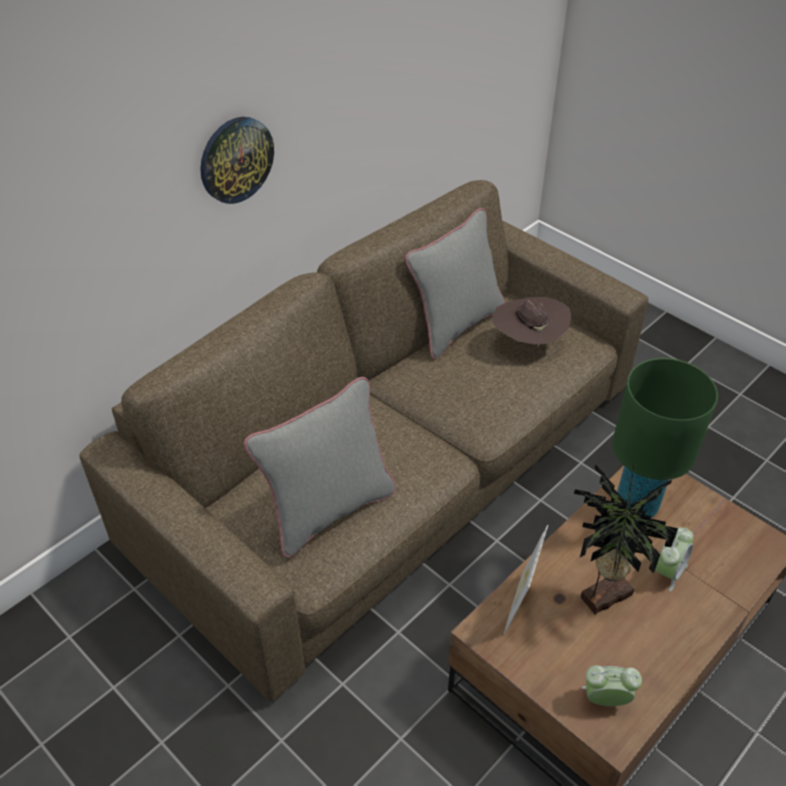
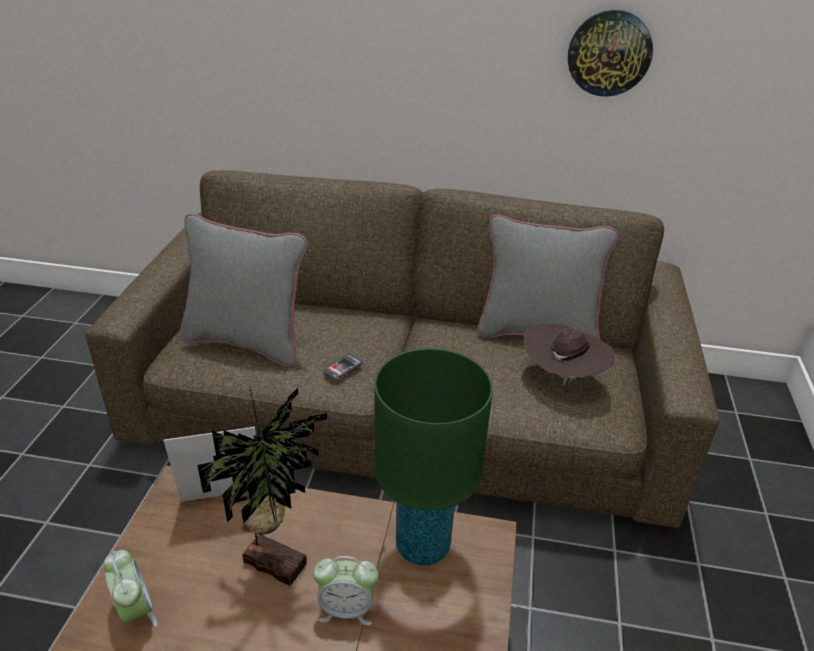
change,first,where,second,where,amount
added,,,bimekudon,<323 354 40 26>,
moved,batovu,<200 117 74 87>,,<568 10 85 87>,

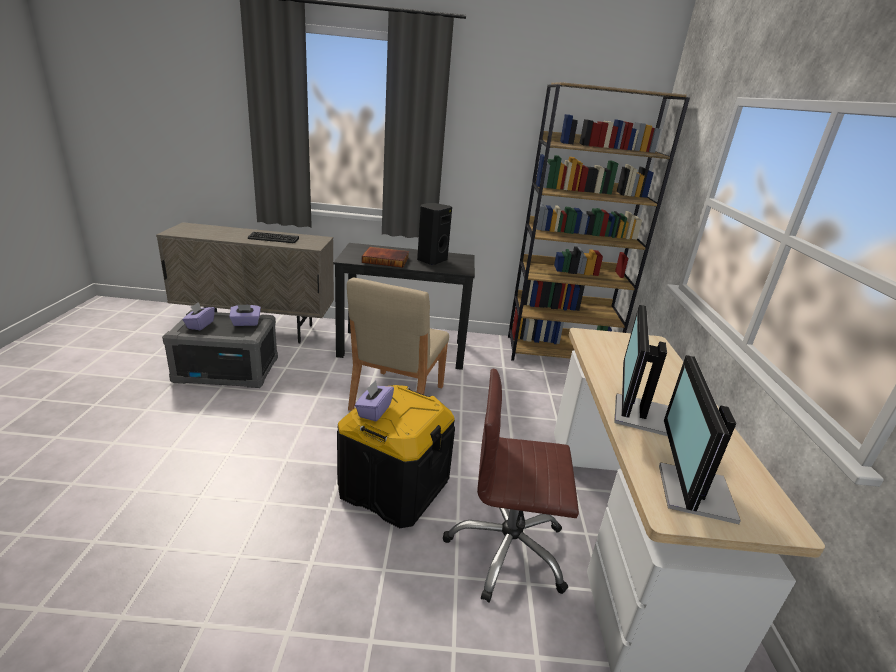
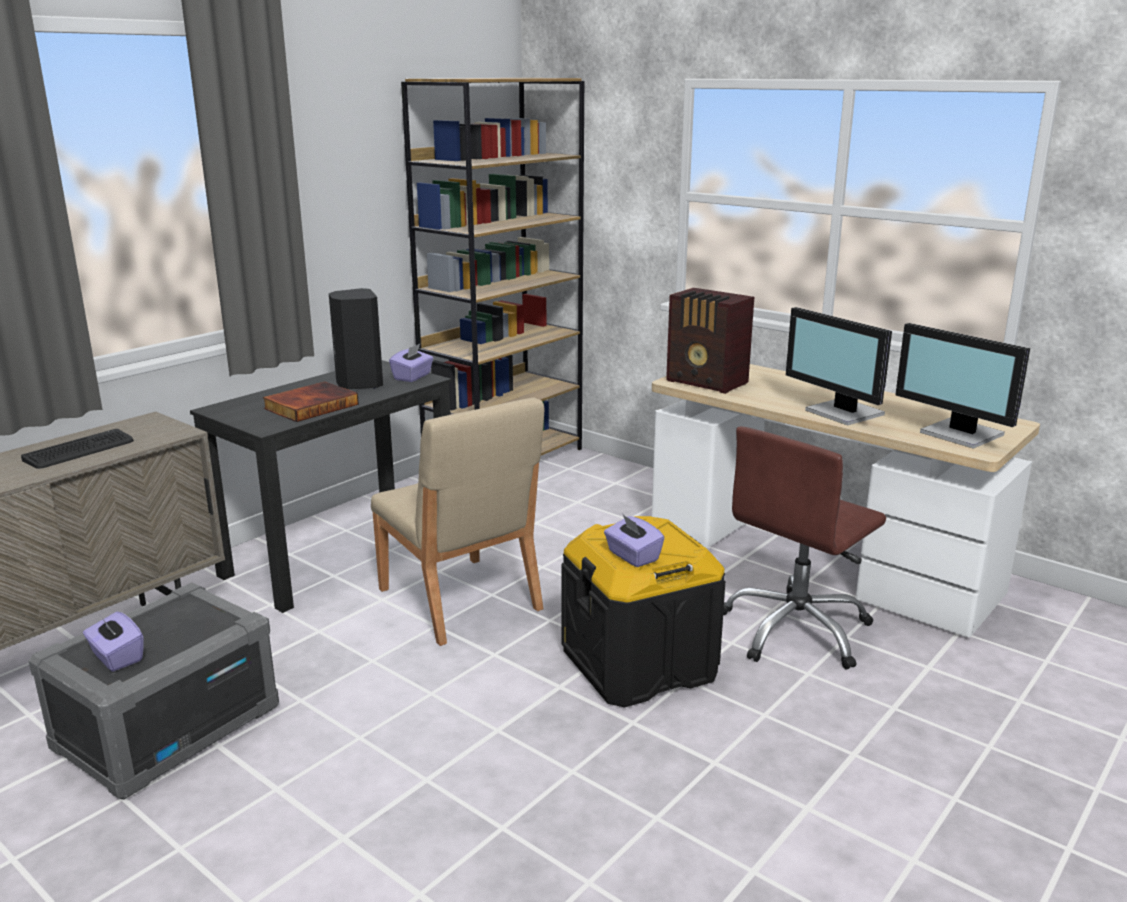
change,first,where,second,where,amount
added,,,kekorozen,<666 288 88 106>,
moved,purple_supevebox,<229 304 32 22>,,<389 344 45 38>,

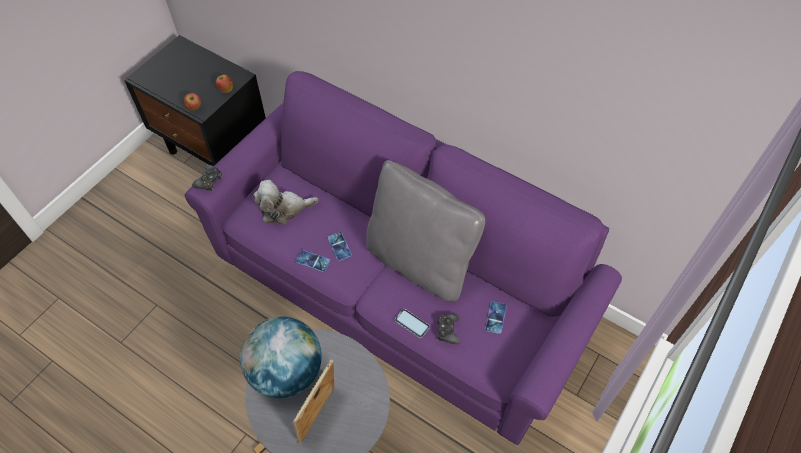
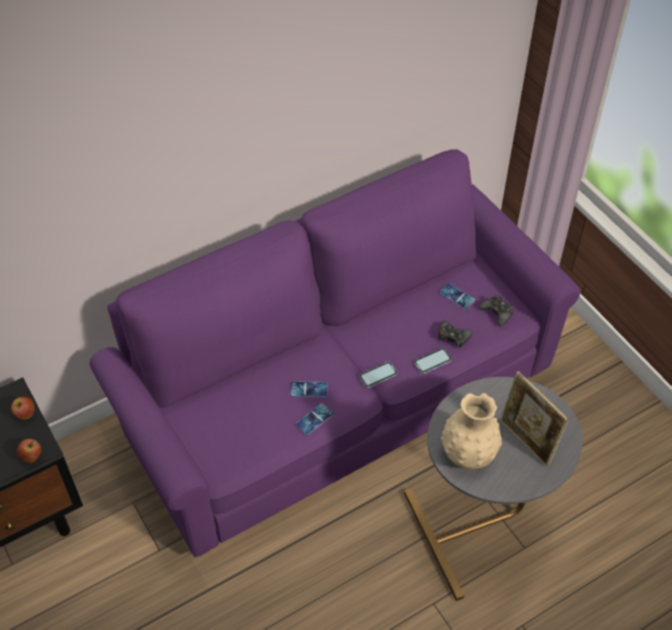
change,first,where,second,where,amount
removed,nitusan,<253 180 65 45>,,,
removed,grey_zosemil,<366 160 119 142>,,,
added,,,bimekudon,<359 362 38 26>,
moved,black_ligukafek,<192 165 31 26>,,<479 295 35 32>,
replaced,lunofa,<240 317 82 81>,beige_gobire,<441 393 61 76>,

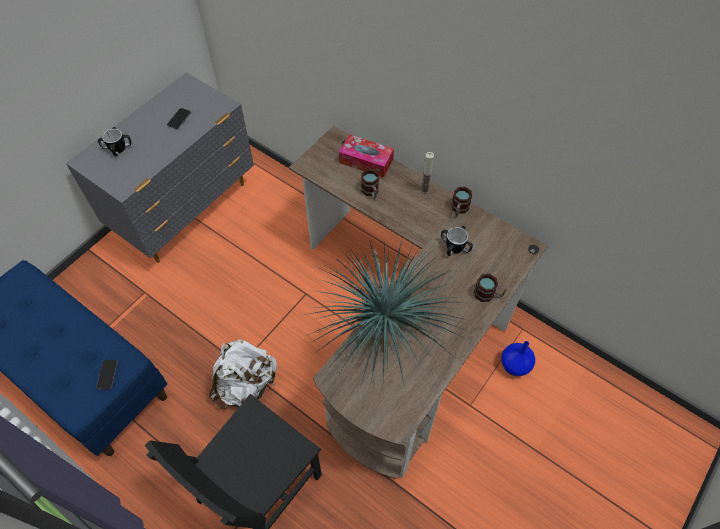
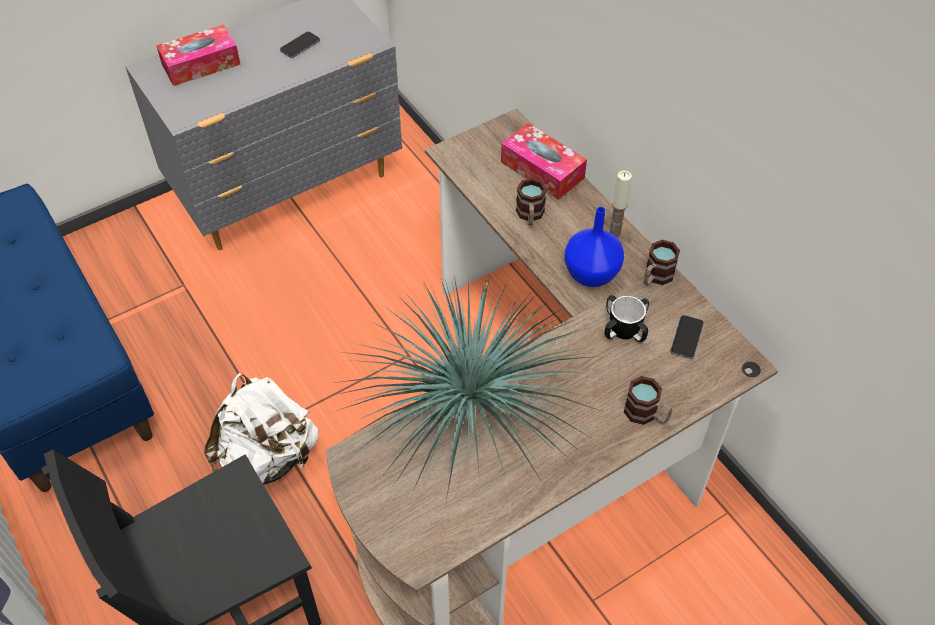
change,first,where,second,where,amount
moved,bimekudon,<97 360 21 30>,,<670 315 34 44>,
moved,blue_gobire,<501 341 34 35>,,<564 207 60 80>,
replaced,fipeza,<98 127 33 29>,supevebox,<156 24 85 62>,

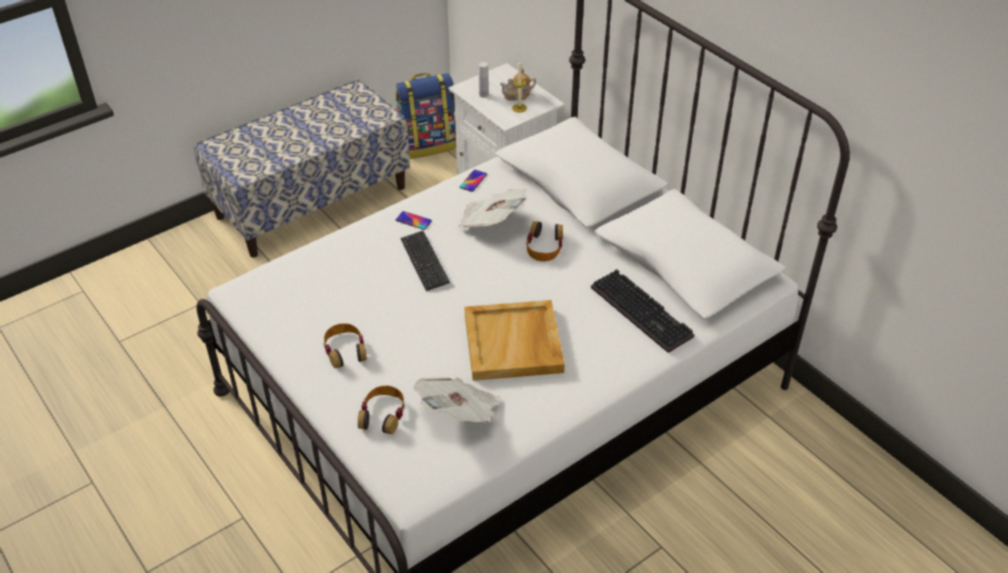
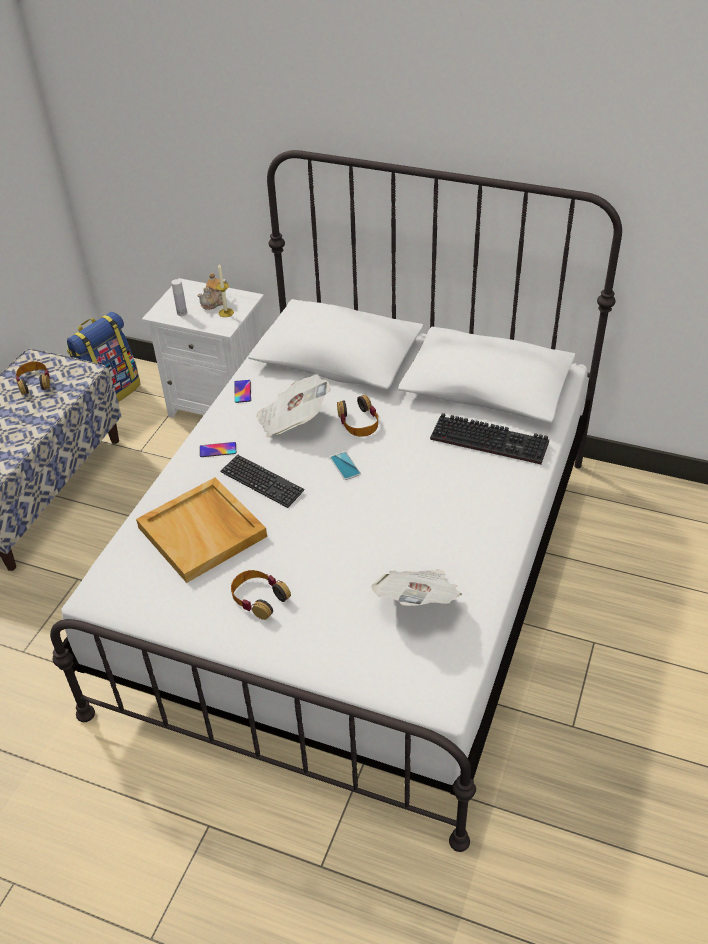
change,first,where,second,where,amount
added,,,bimekudon,<330 452 31 28>,
moved,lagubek,<358 386 47 48>,,<16 362 34 33>,
moved,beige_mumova,<464 300 101 81>,,<136 477 131 106>,

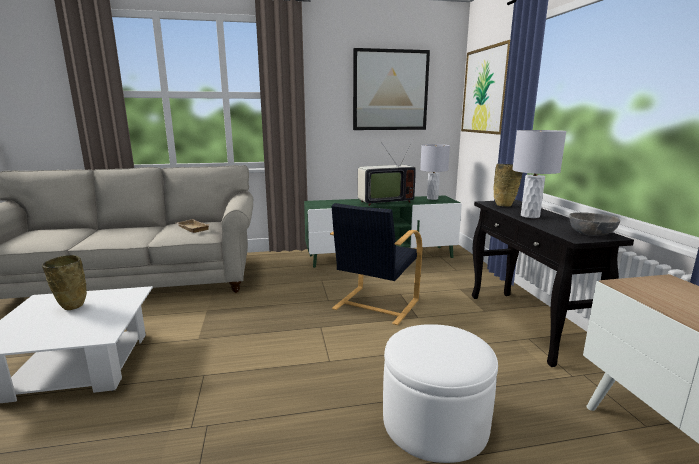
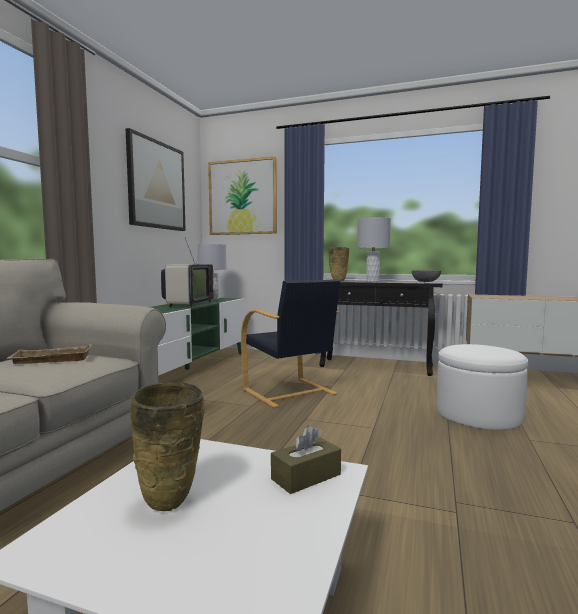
change,first,where,second,where,amount
added,,,brown_supevebox,<271 425 70 69>,

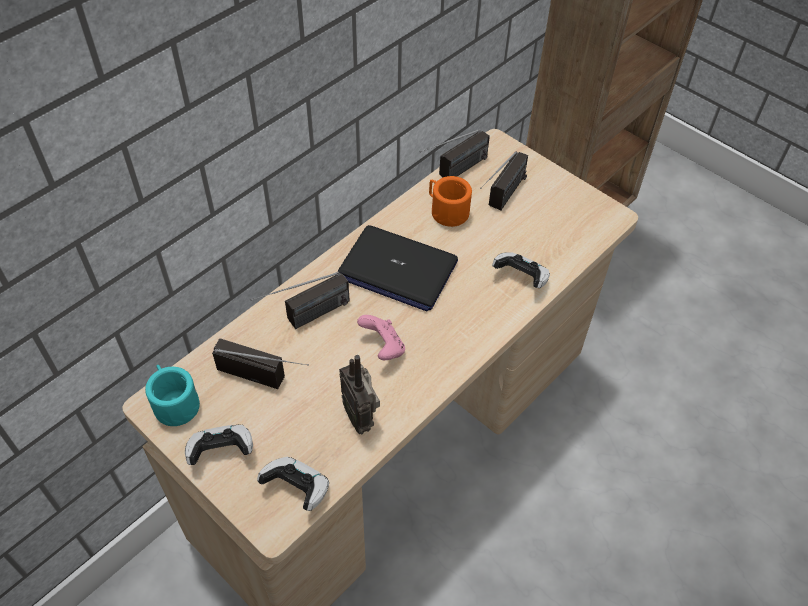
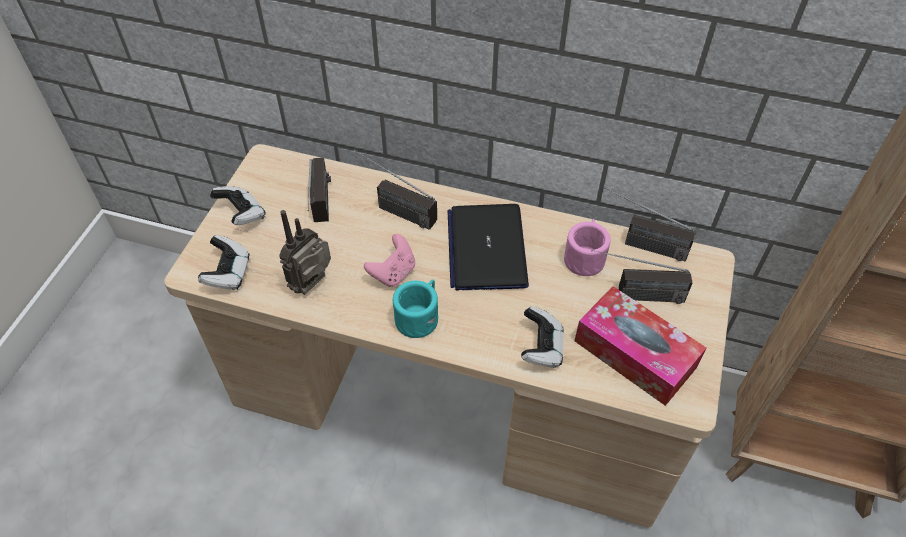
change,first,where,second,where,amount
added,,,supevebox,<575 286 131 120>,
moved,turquoise_fipeza,<145 365 55 61>,,<393 280 45 58>,
recoloured,orange_fipeza,<429 176 43 51>,pink_fipeza,<564 219 47 57>,

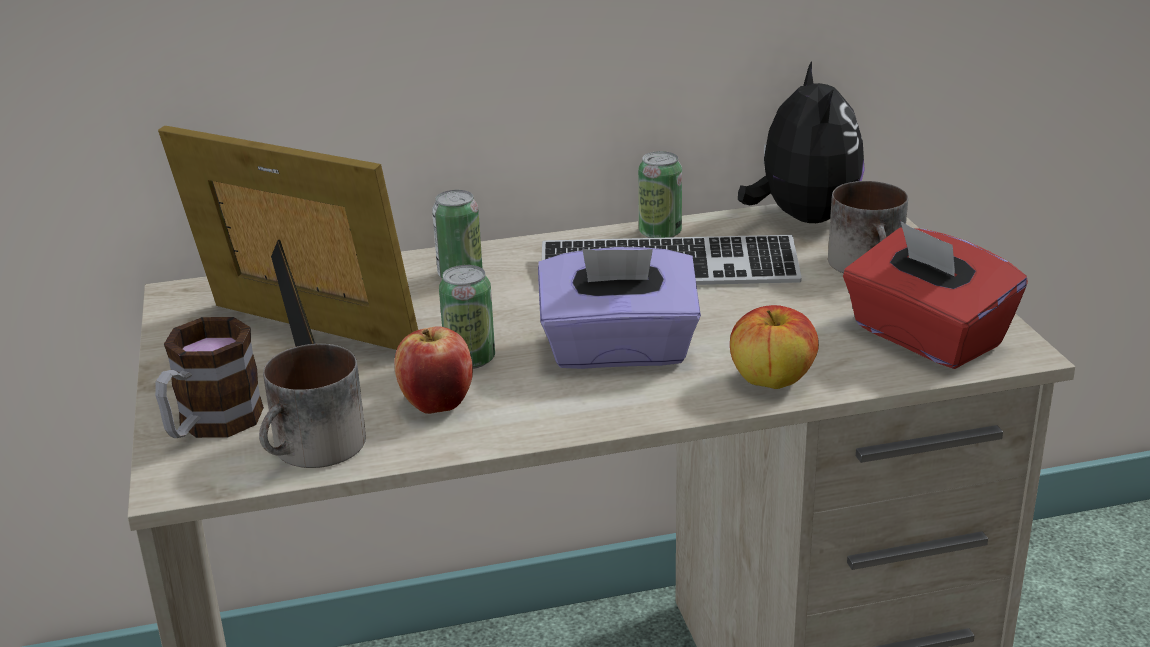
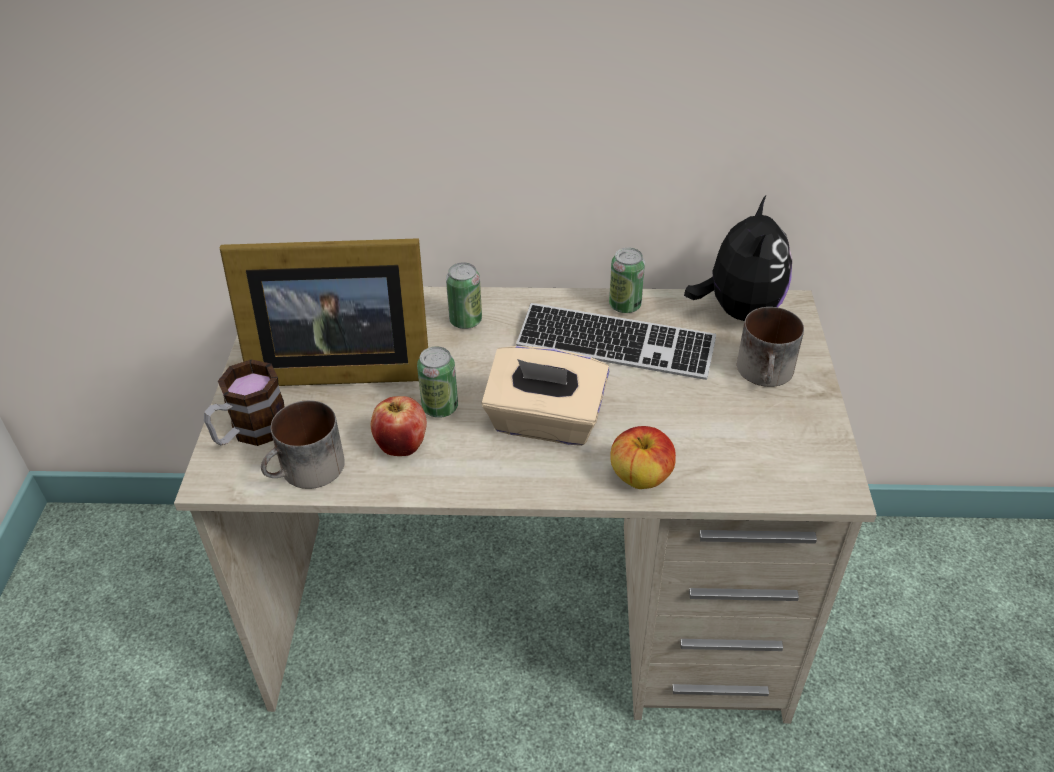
change,first,where,second,where,amount
removed,red_supevebox,<843 221 185 148>,,,
recoloured,purple_supevebox,<538 247 163 122>,beige_supevebox,<481 346 129 100>,
turned,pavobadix,<158 126 260 224>,,<220 238 208 148>,135 degrees clockwise

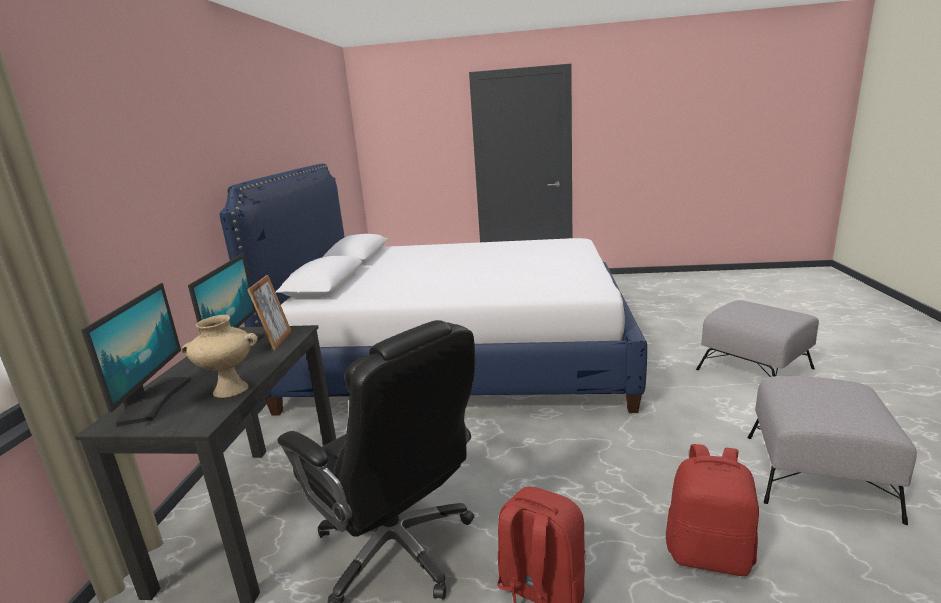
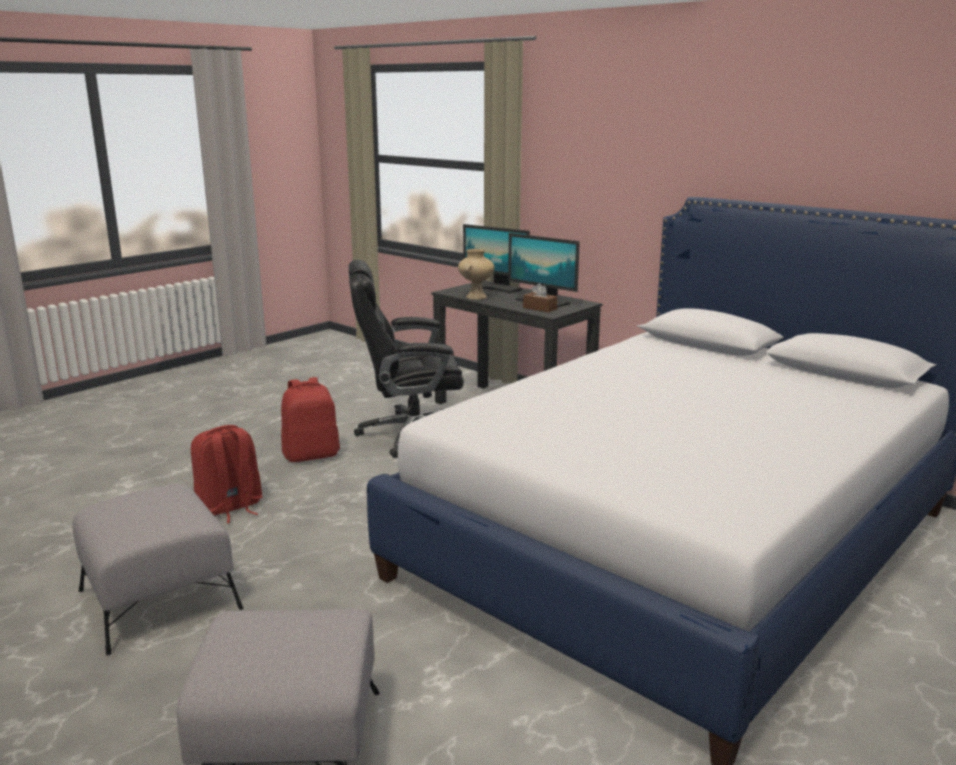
change,first,where,second,where,amount
replaced,pavobadix,<247 275 44 75>,brown_supevebox,<523 283 35 30>,

